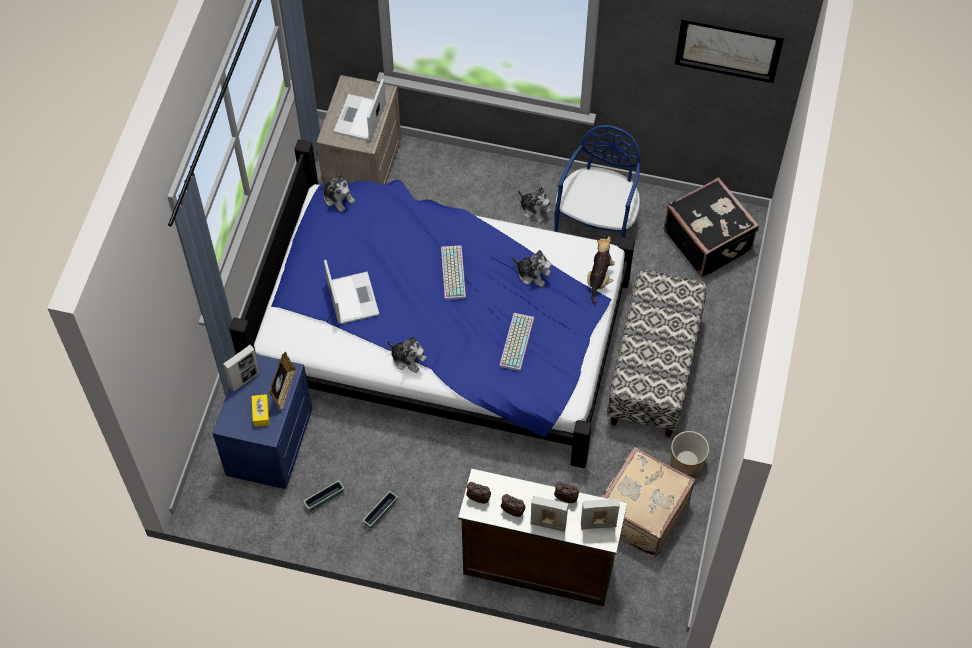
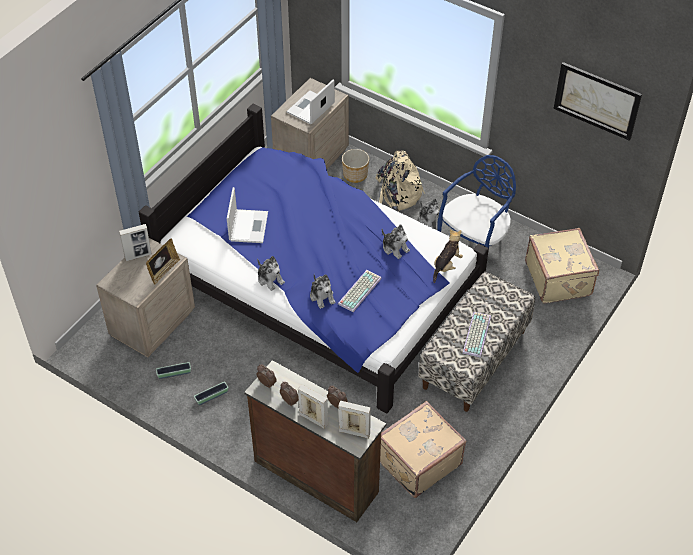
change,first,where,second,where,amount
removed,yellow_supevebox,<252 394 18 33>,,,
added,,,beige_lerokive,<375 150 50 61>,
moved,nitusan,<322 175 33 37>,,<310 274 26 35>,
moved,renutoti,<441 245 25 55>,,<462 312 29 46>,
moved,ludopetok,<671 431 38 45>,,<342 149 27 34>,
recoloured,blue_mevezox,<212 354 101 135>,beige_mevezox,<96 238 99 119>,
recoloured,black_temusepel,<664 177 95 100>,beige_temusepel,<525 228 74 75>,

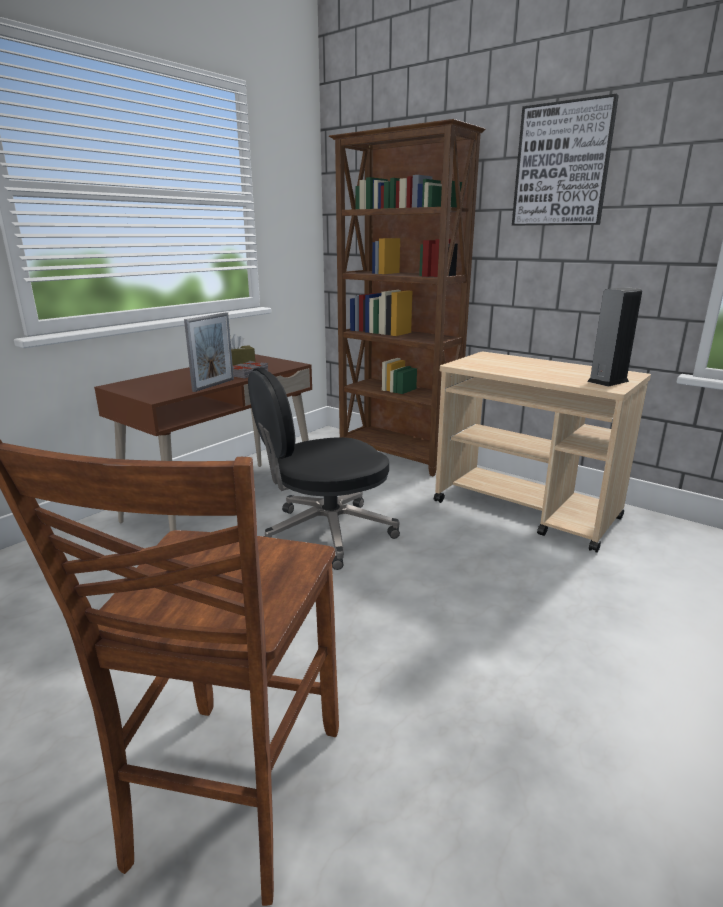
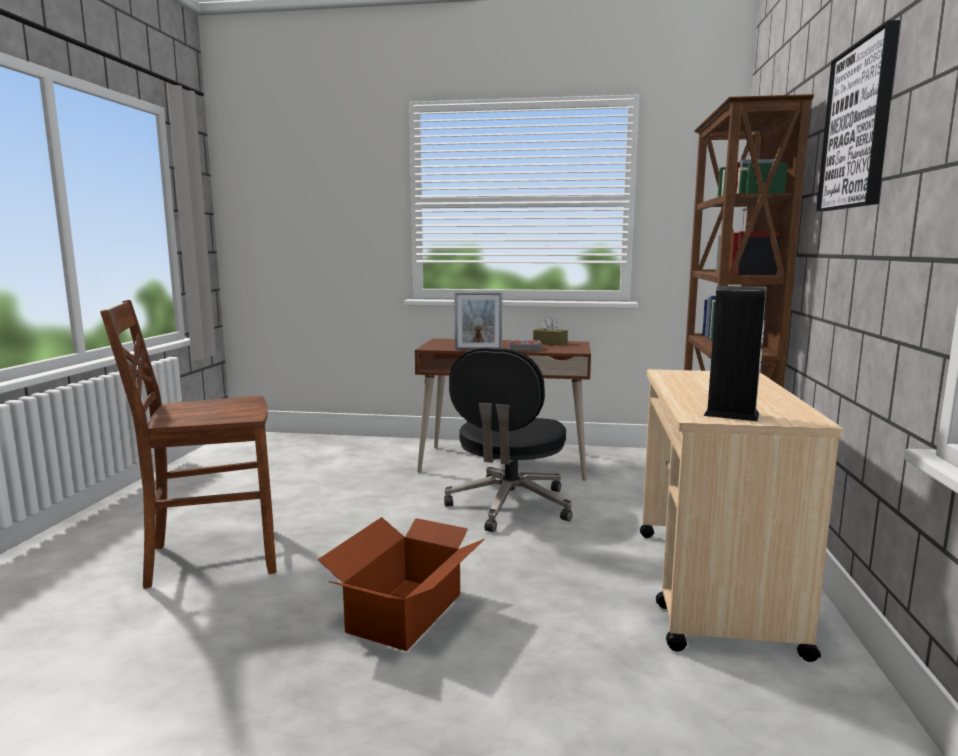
change,first,where,second,where,amount
added,,,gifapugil,<318 517 166 134>,
turned,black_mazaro,<248 367 152 203>,,<444 347 129 185>,105 degrees counterclockwise

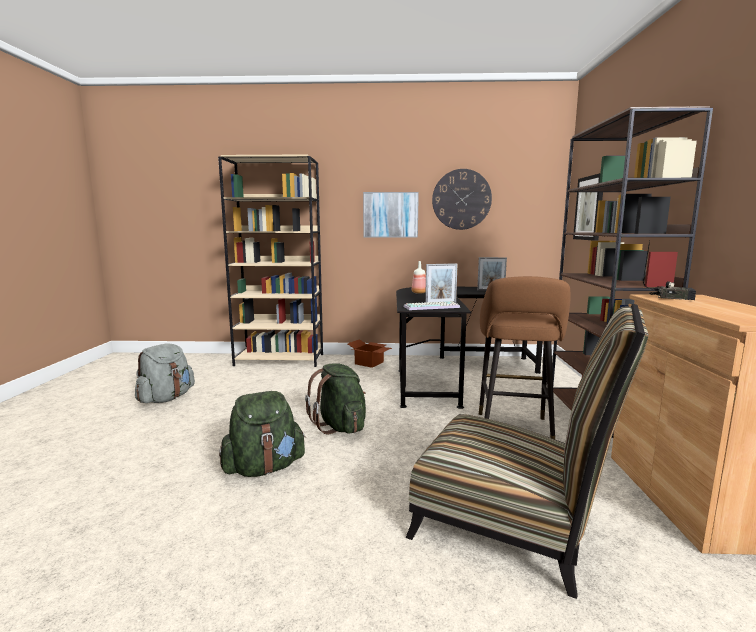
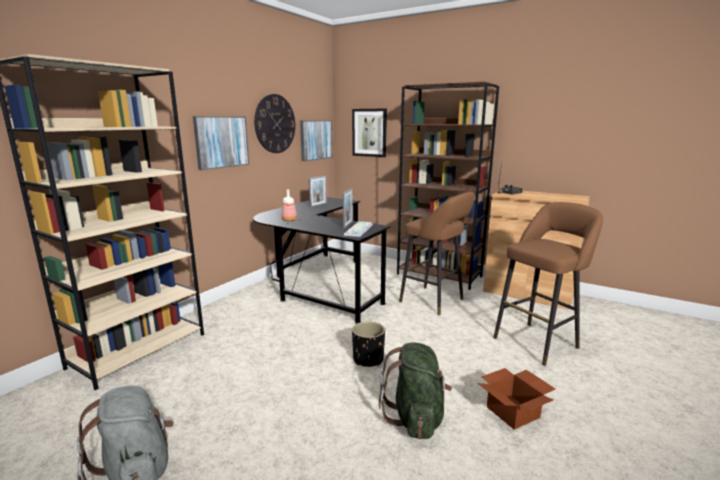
change,first,where,second,where,amount
added,,,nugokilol,<300 120 32 41>,
moved,gifapugil,<348 339 44 29>,,<478 368 77 62>,
replaced,green_lerokive,<305 363 61 71>,black_ludopetok,<352 321 33 46>,
replaced,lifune,<405 304 244 295>,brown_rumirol,<493 202 110 164>,

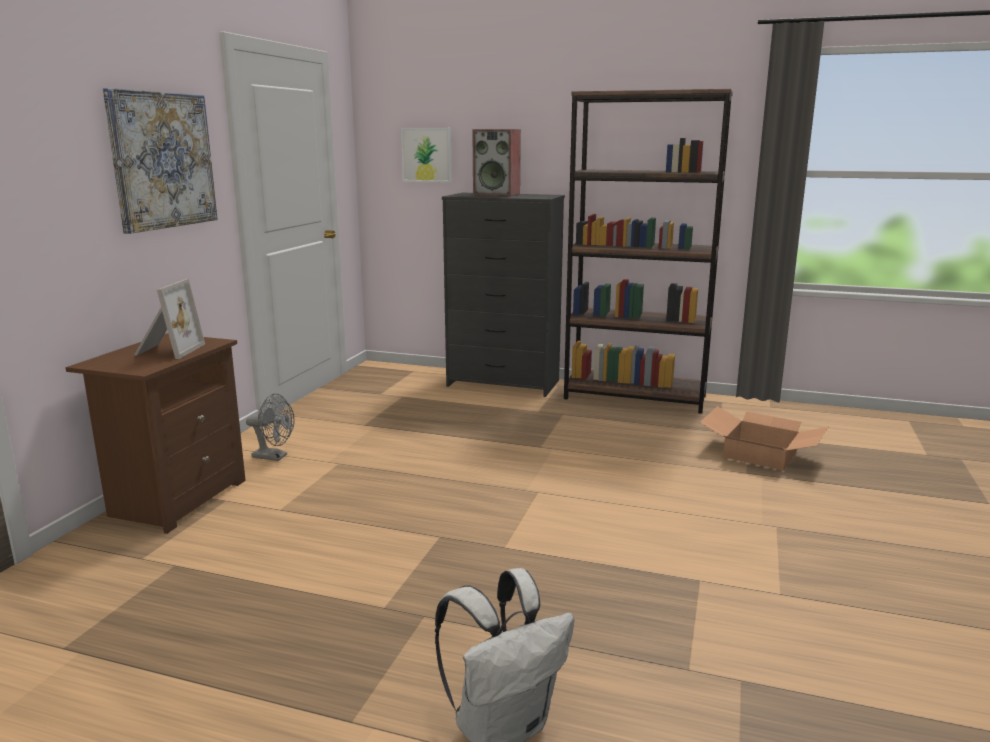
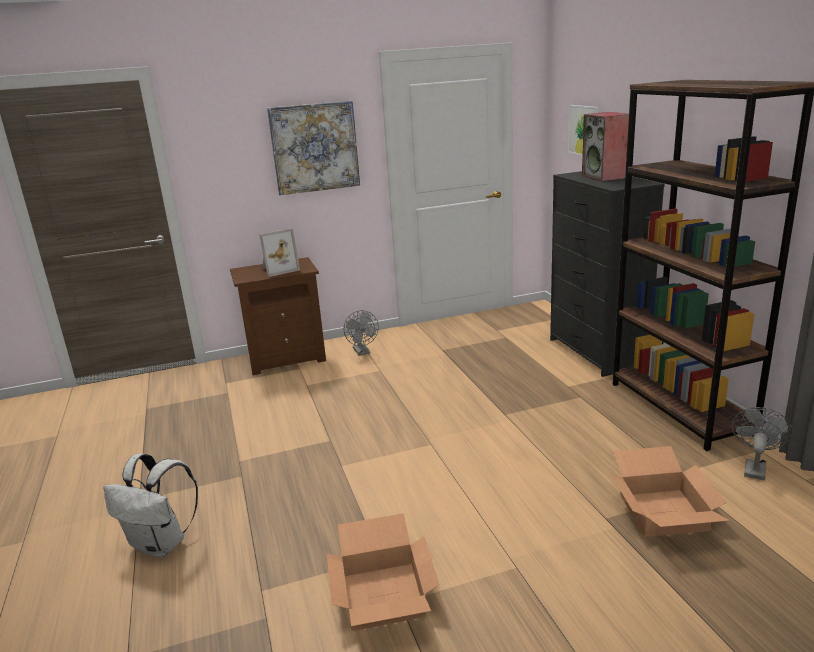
change,first,where,second,where,amount
added,,,gifapugil,<326 513 113 118>,
added,,,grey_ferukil,<732 407 60 73>,

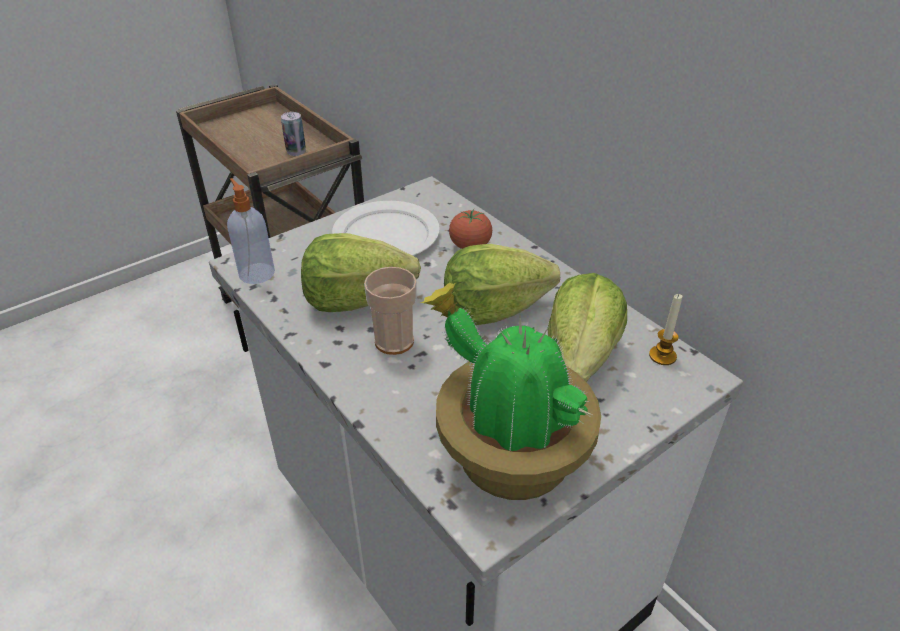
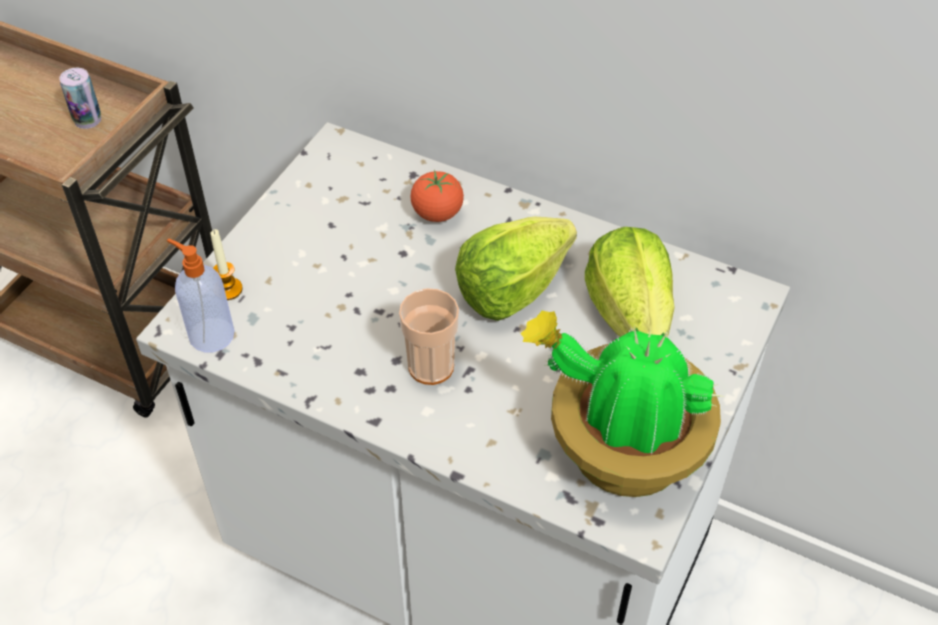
change,first,where,second,where,amount
removed,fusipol,<301 233 120 79>,,,
removed,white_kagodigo,<332 201 108 55>,,,
moved,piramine,<649 294 34 71>,,<210 229 33 71>,

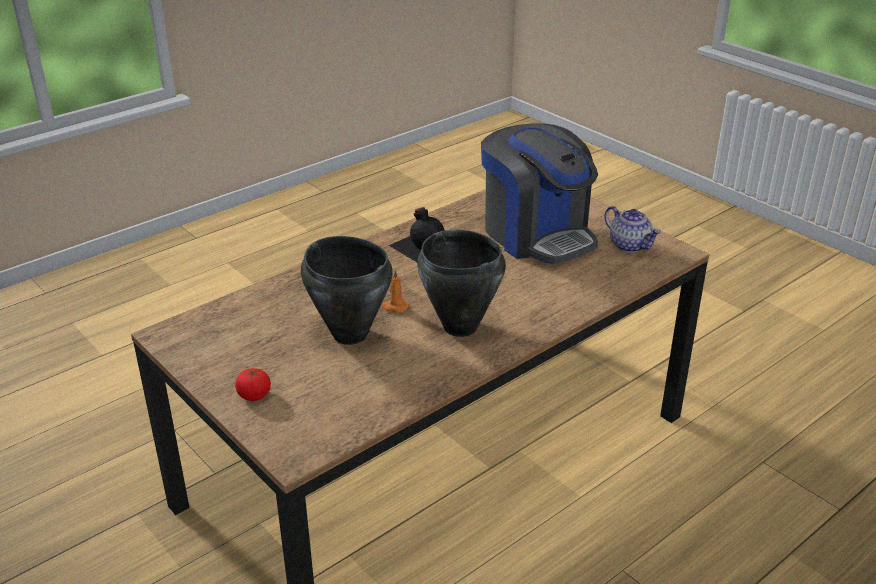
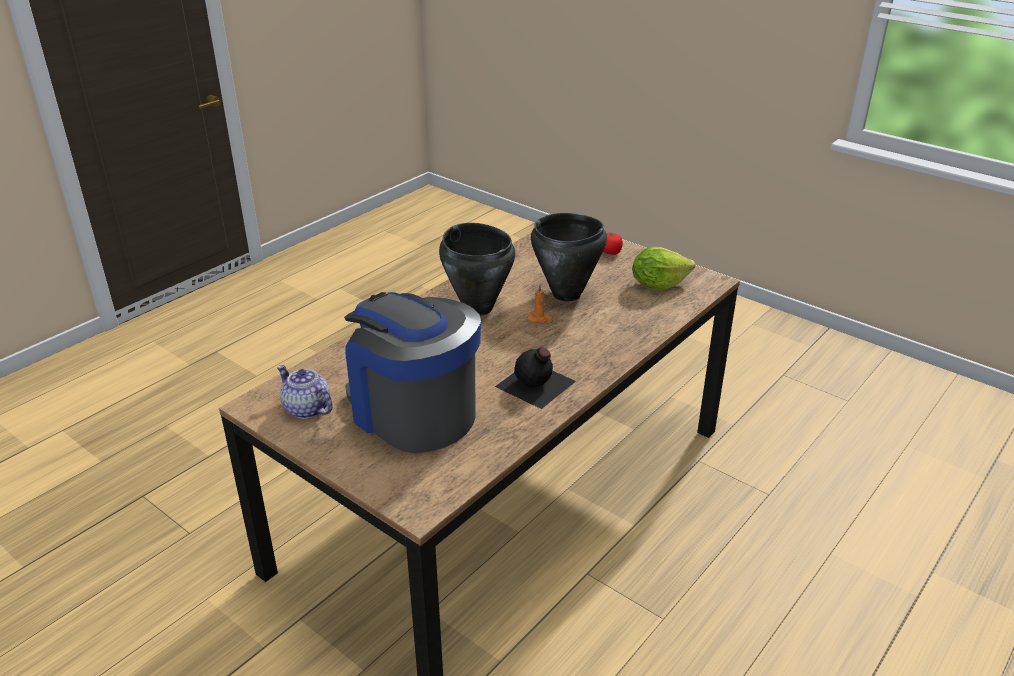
change,first,where,second,where,amount
added,,,fusipol,<632 247 63 42>,

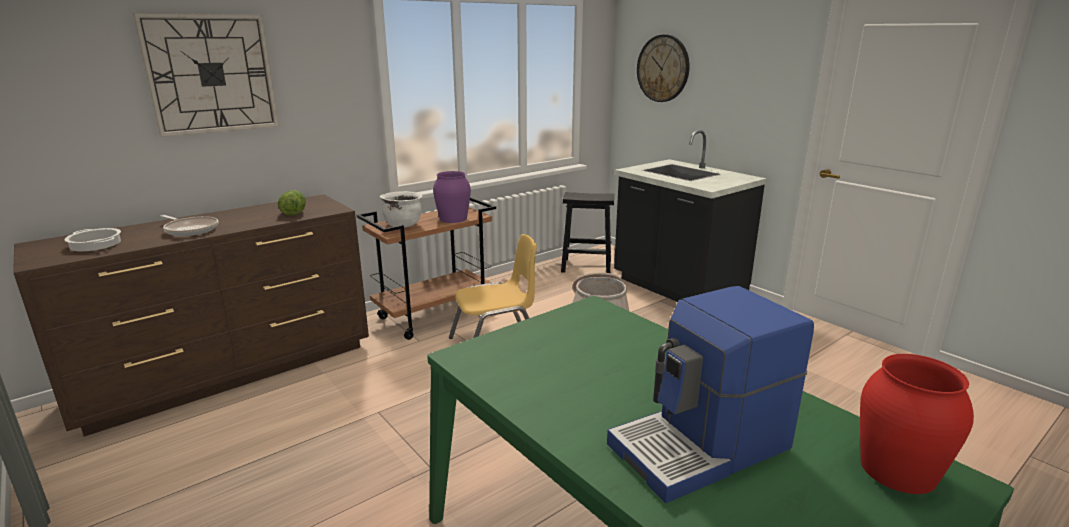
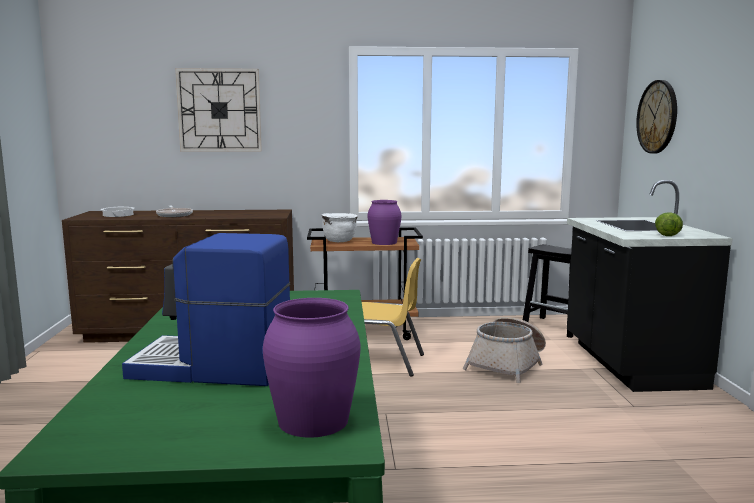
change,first,where,second,where,amount
moved,fusipol,<278 190 28 26>,,<655 212 28 24>,
recoloured,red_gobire,<860 354 114 140>,purple_gobire,<263 298 98 140>,

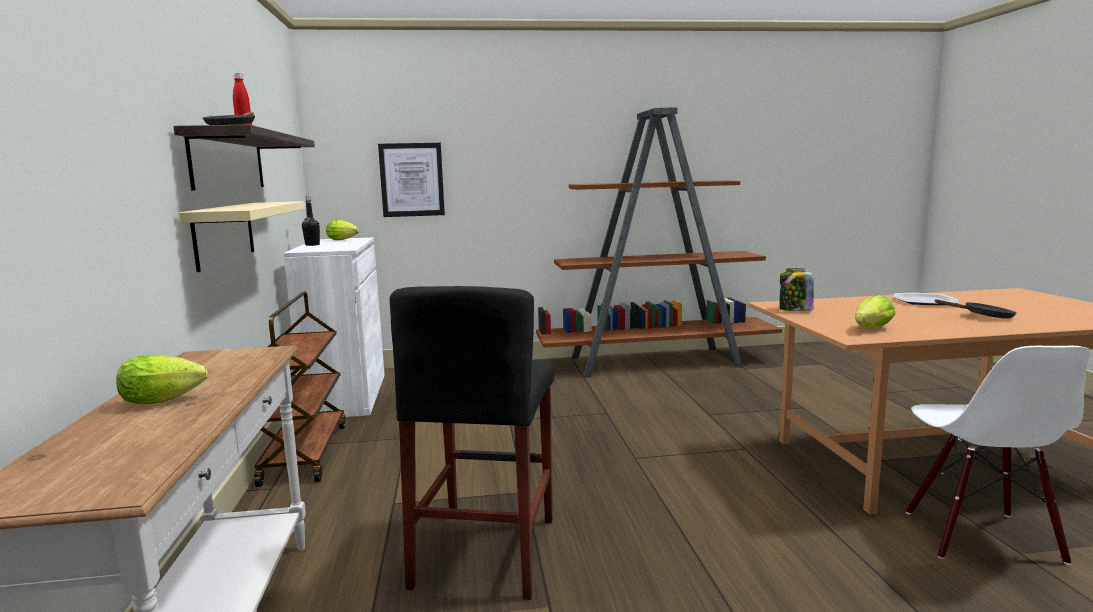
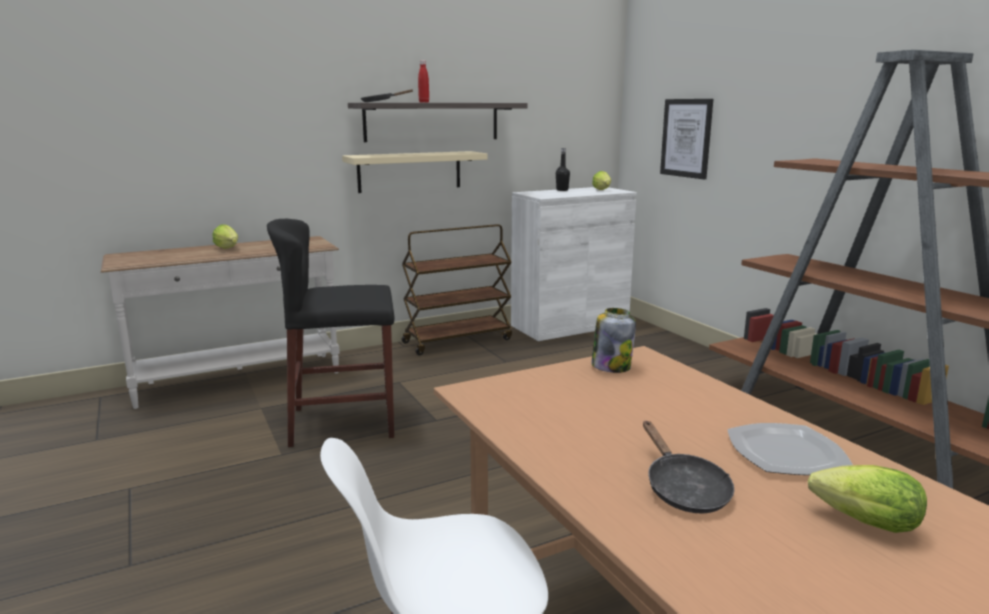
change,first,where,second,where,amount
moved,fusipol,<855 295 40 33>,,<808 465 119 68>,

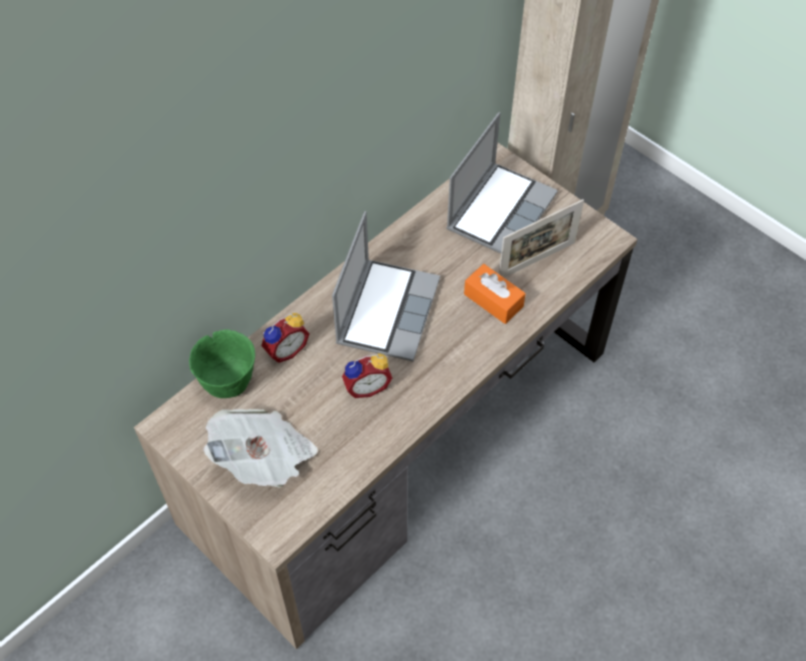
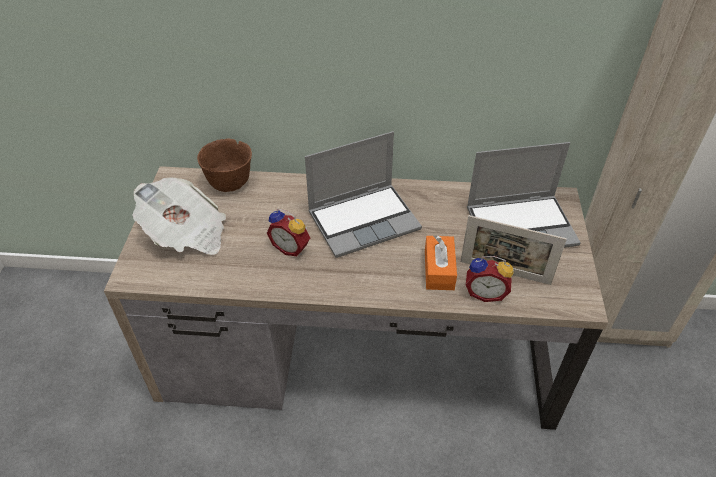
change,first,where,second,where,amount
moved,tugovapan,<261 313 49 50>,,<466 256 48 46>,
recoloured,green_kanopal,<189 329 66 69>,brown_kanopal,<197 138 55 54>,

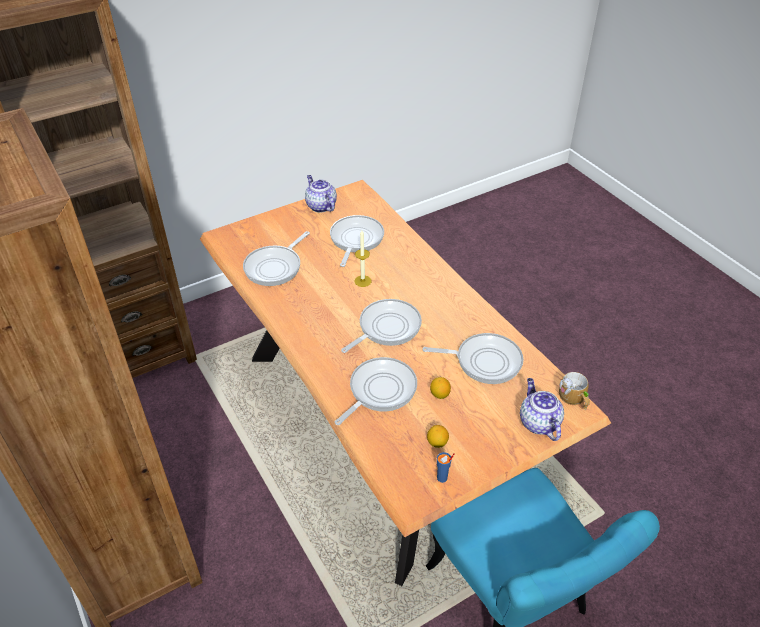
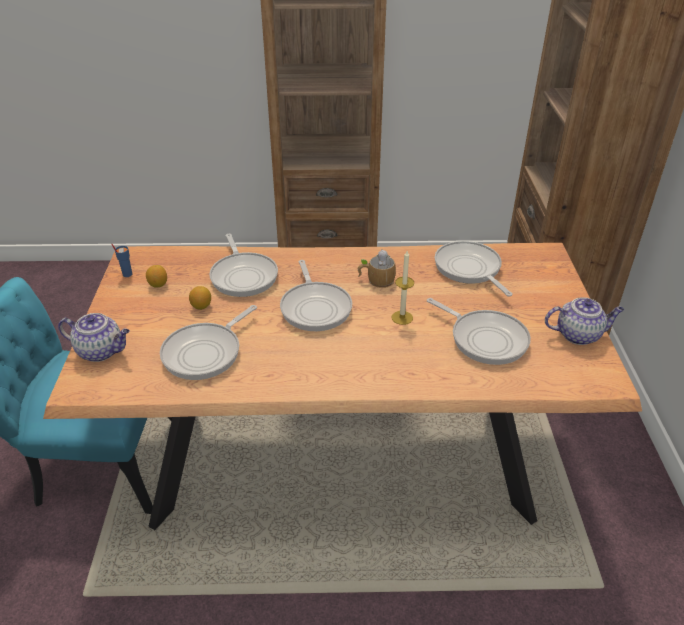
change,first,where,second,where,amount
moved,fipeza,<559 372 31 38>,,<358 250 38 38>,

